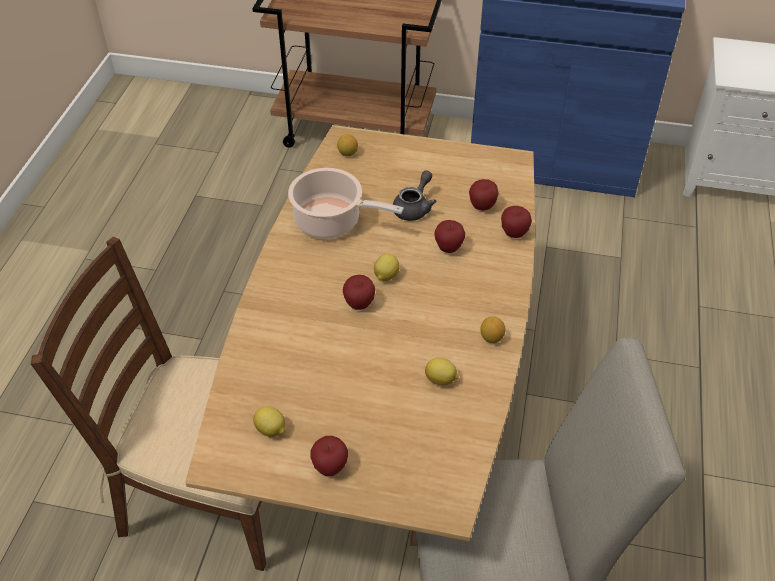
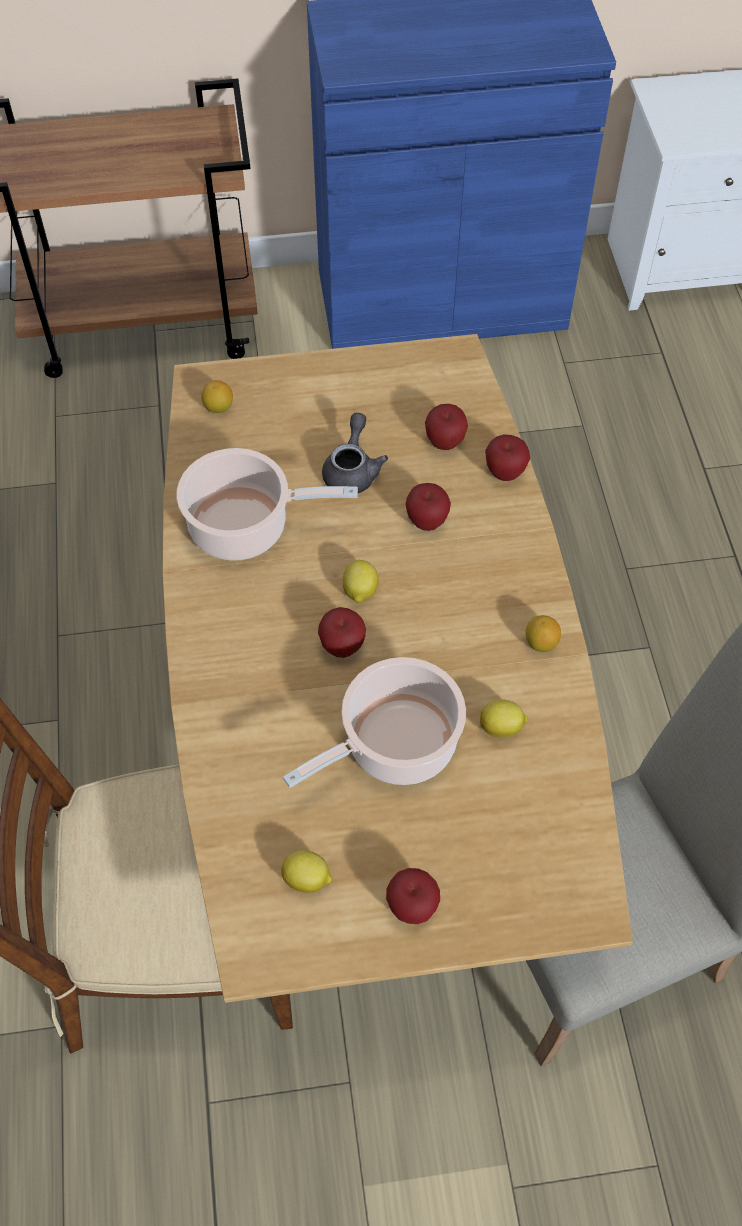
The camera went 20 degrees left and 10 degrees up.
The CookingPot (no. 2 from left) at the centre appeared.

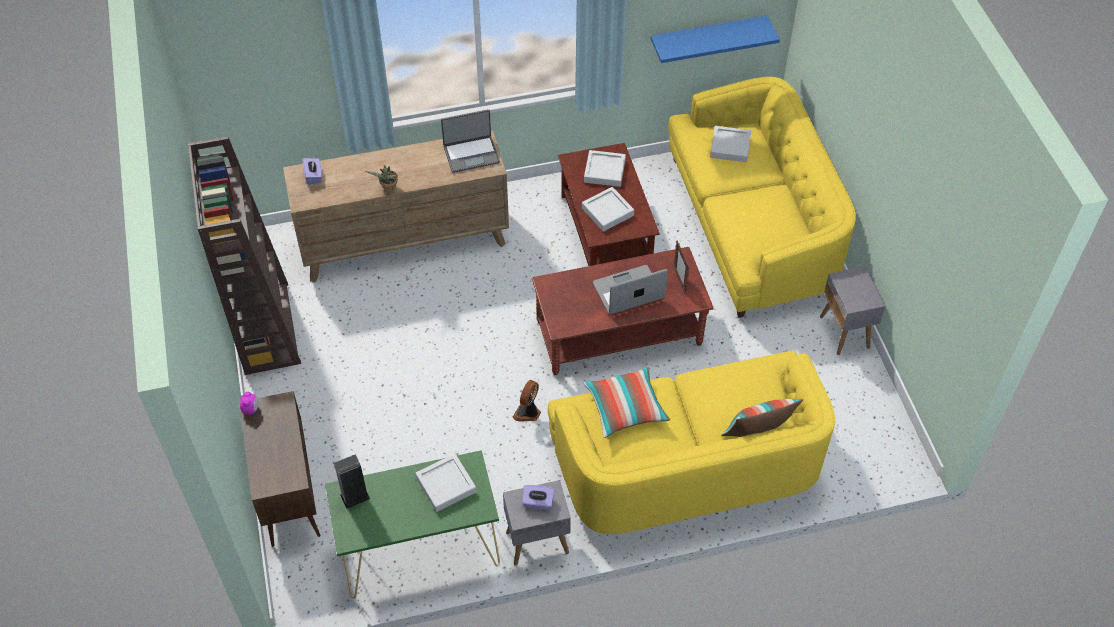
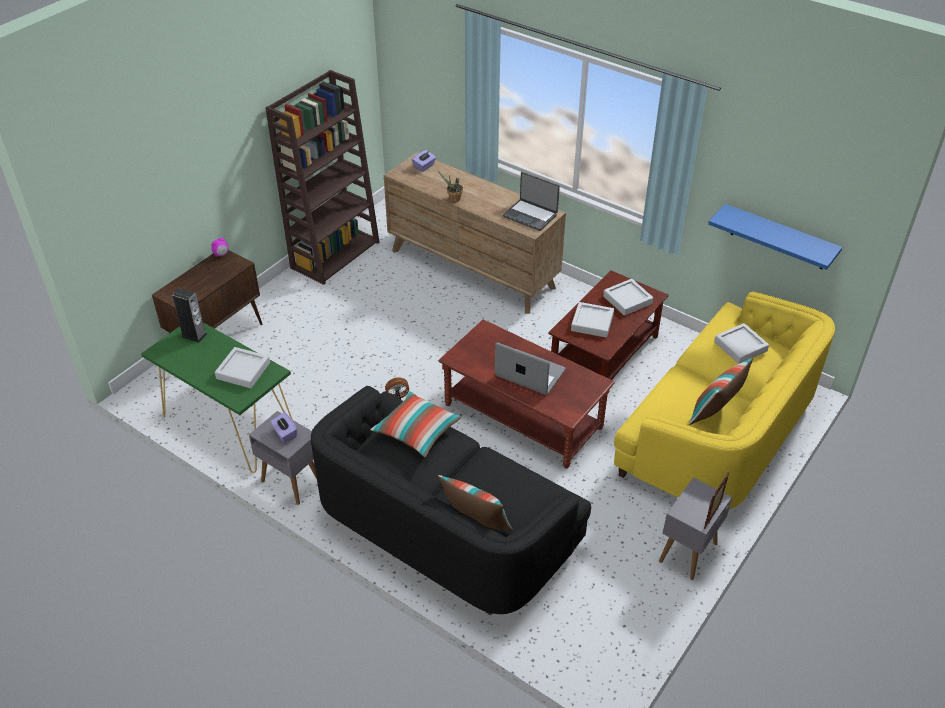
The camera went 50 degrees right and 10 degrees down.
The Pillow (no. 3 from left) at the middle right appeared.
The PictureFrame moved from the centre to the bottom right.
The YellowSofa (no. 1 from left) at the bottom centre became the BlackSofa at the bottom centre.

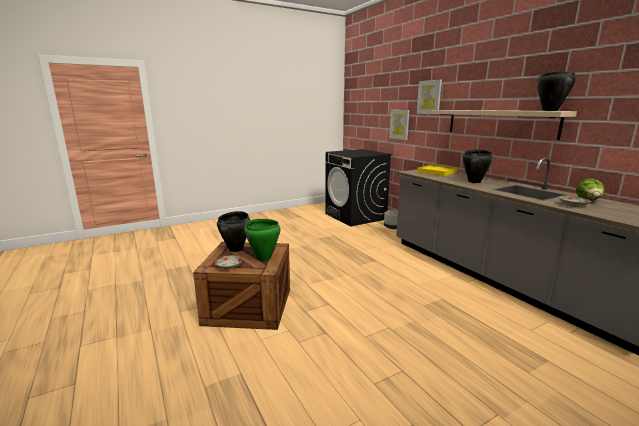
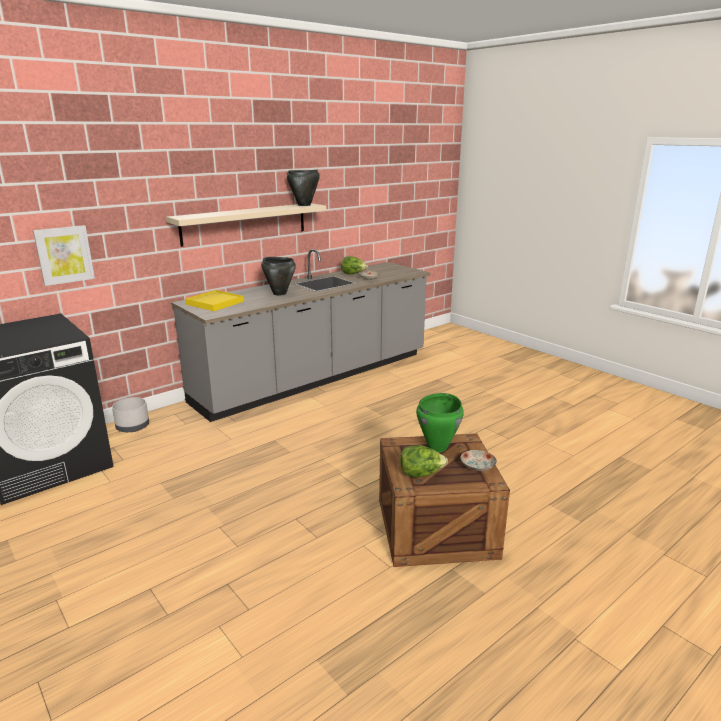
The camera went 100 degrees left and 5 degrees up.
The Picture (no. 2 from left) at the top right disappeared.
The BlackCookingPot (no. 1 from left) at the centre was replaced by the Lettuce (no. 2 from left) at the centre.

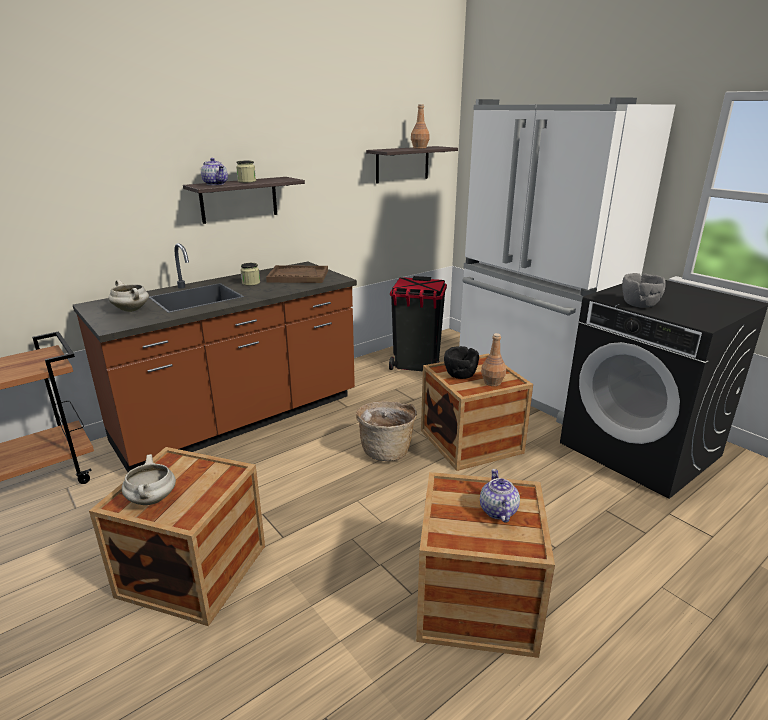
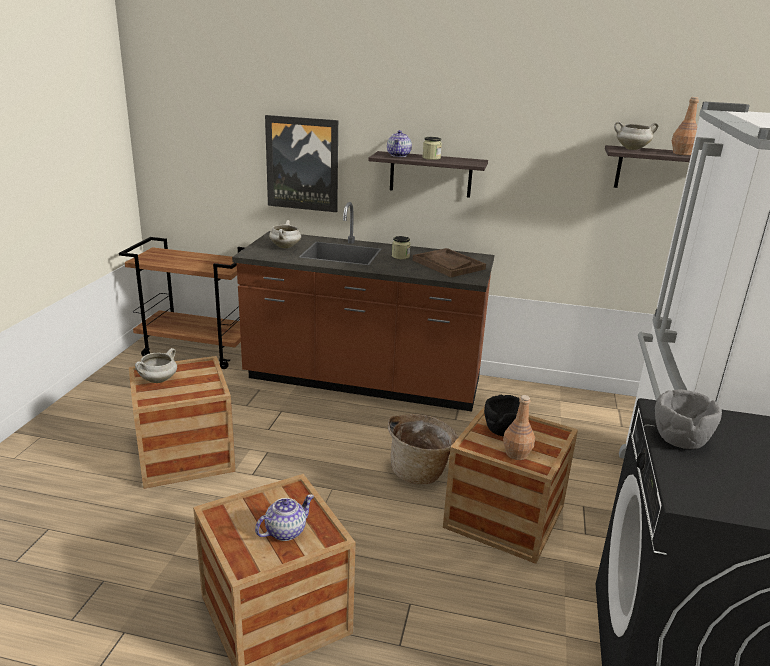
The camera went 50 degrees right and 0 degrees up.
The BlackTrashCan at the centre disappeared.
The Picture at the top centre appeared.
The WhiteCookingPot (no. 3 from left) at the top right appeared.

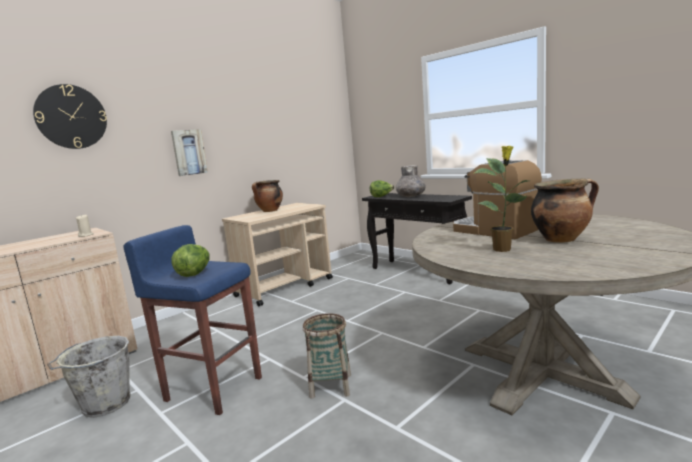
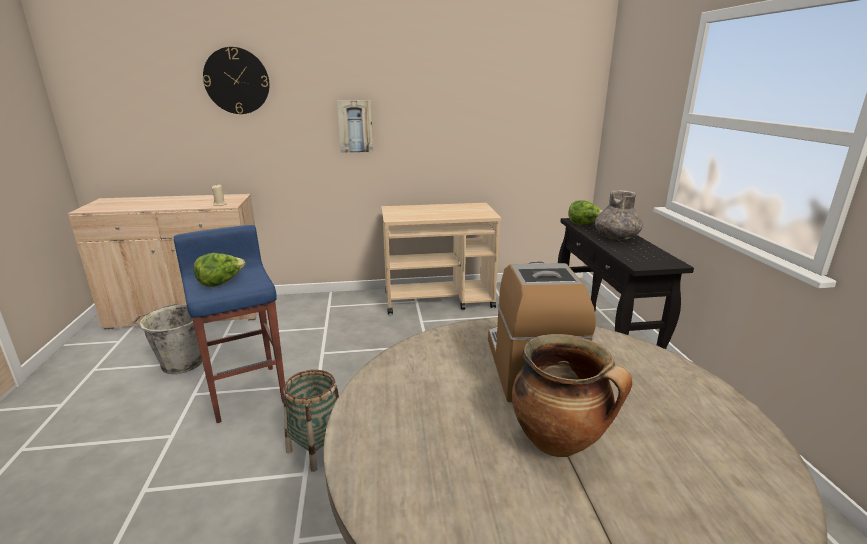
The camera went 35 degrees right and 10 degrees up.
The CookingPot (no. 1 from left) at the centre disappeared.
The PottedPlant at the middle right disappeared.

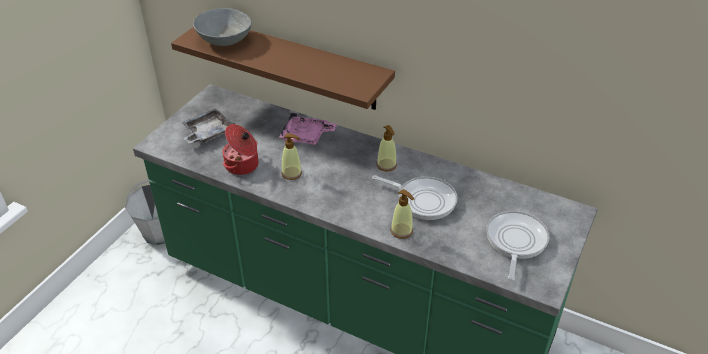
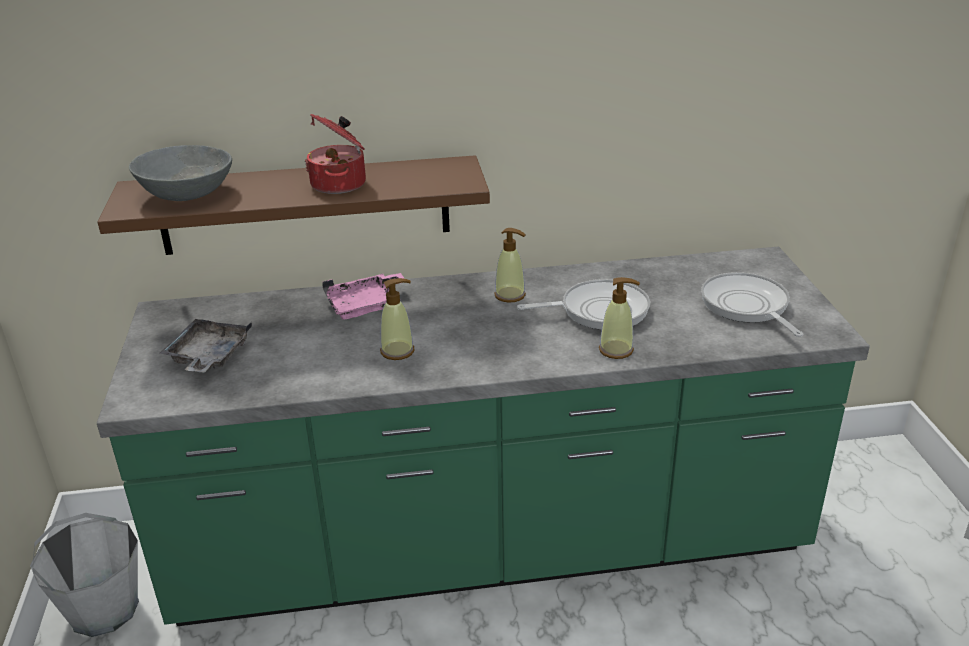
The camera went 35 degrees left and 10 degrees down.
The CookingPot moved from the centre to the top centre.

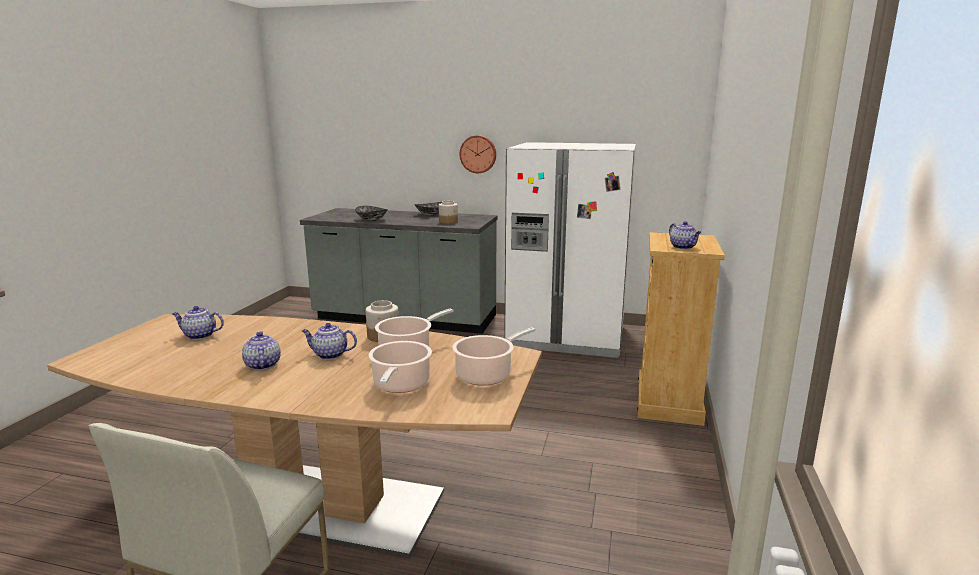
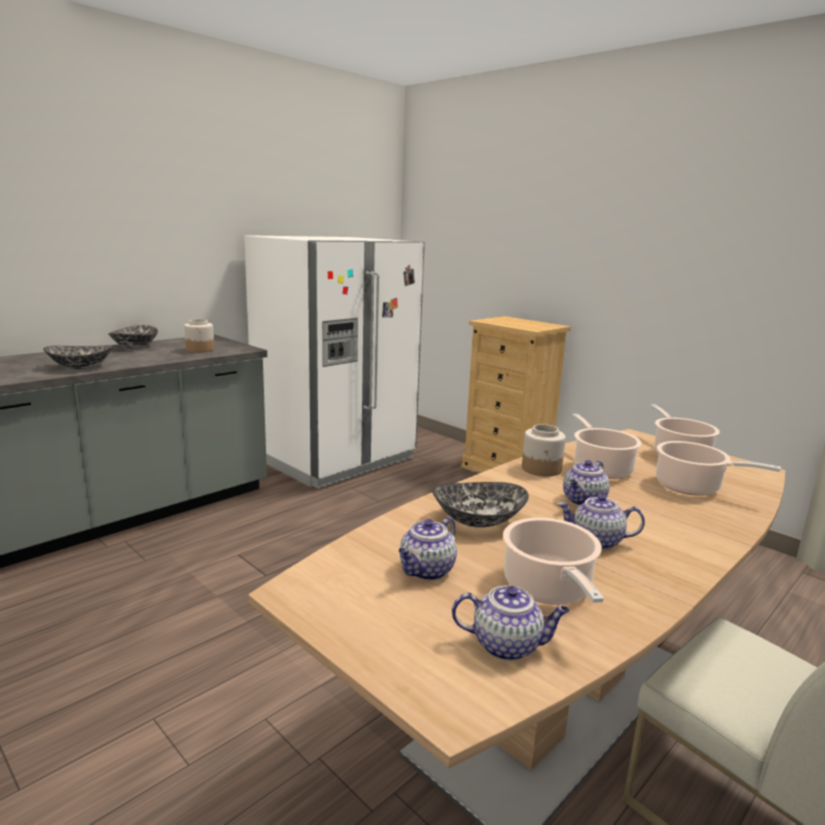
The camera went 60 degrees left and 0 degrees up.
The WallClock at the top centre disappeared.
The Bowl (no. 3 from left) at the centre appeared.
The CookingPot (no. 1 from left) at the bottom right appeared.
The Teapot (no. 4 from left in the first image) moved from the middle right to the bottom centre.

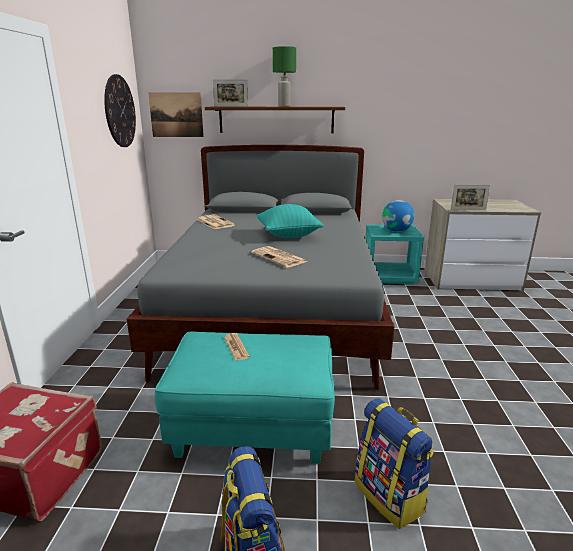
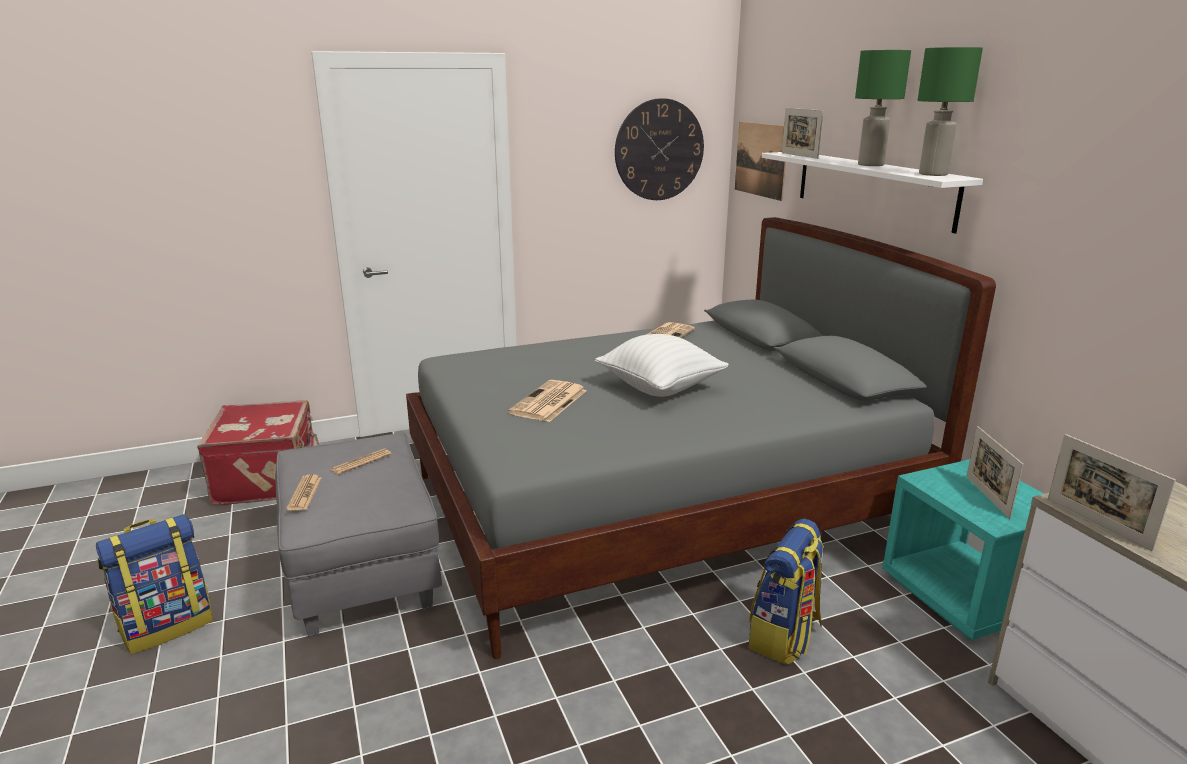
The camera went 65 degrees right and 0 degrees up.
The Newspaper (no. 1 from left) at the middle left appeared.
The GreenTableLamp (no. 2 from left) at the top right appeared.
The Backpack (no. 2 from left) moved from the bottom right to the bottom centre.
The Globe at the middle right was replaced by the PictureFrame (no. 2 from left) at the middle right.
The TurquoiseOttoman at the bottom centre became the GreyOttoman at the bottom left.
The BrownShelf at the top centre became the WhiteShelf at the top right.
The TurquoisePillow at the centre became the WhitePillow at the centre.

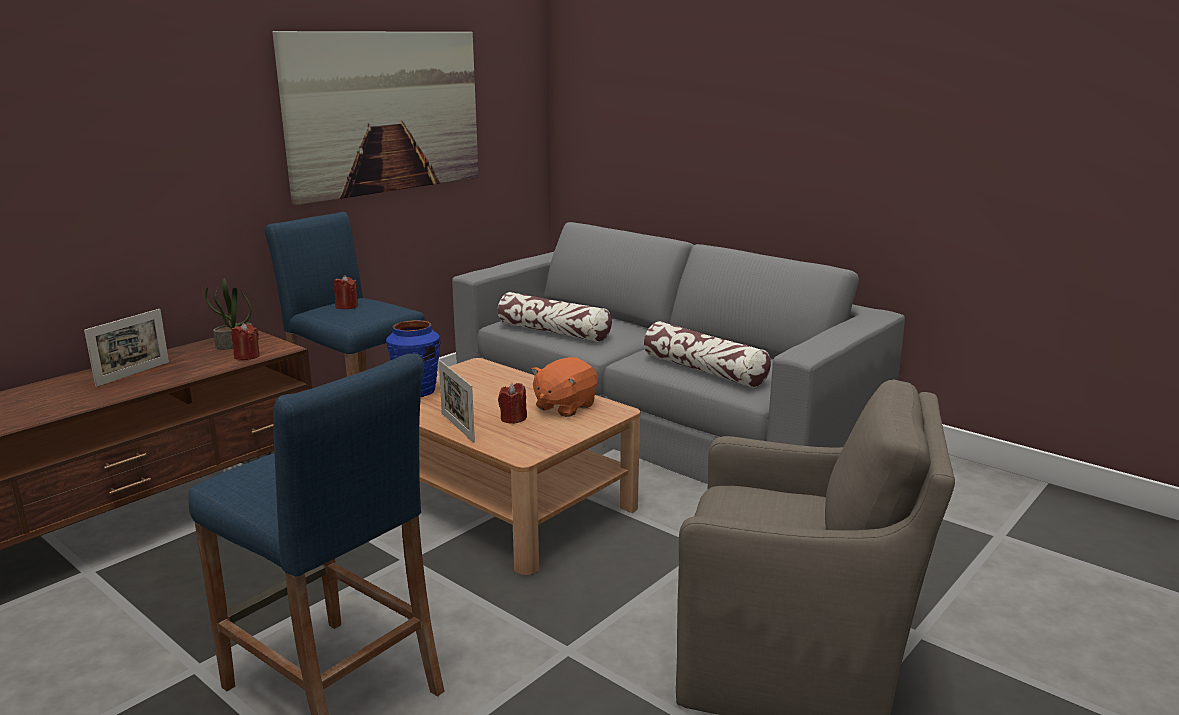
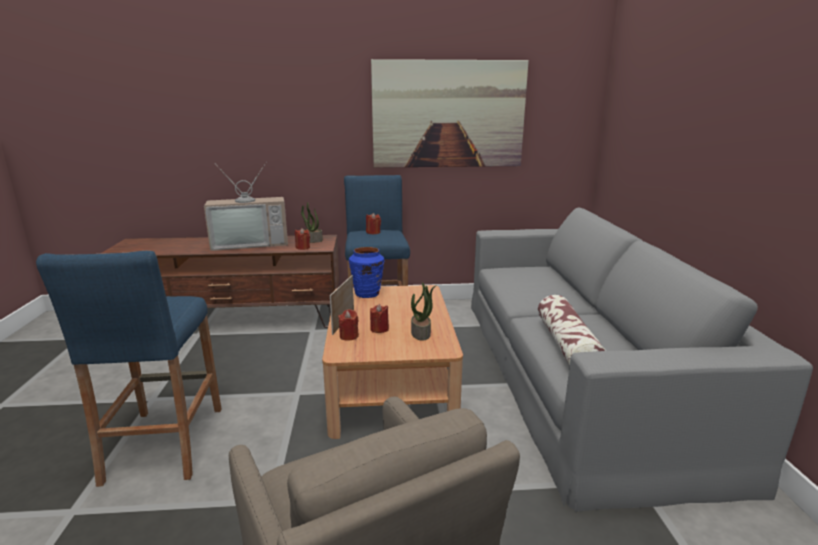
The camera went 45 degrees right and 0 degrees up.
The Pillow (no. 1 from left) at the centre disappeared.
The RedCandle (no. 2 from left) at the centre appeared.
The PictureFrame (no. 1 from left) at the middle left was replaced by the Television at the middle left.
The OrangePlushToy at the centre was replaced by the PottedPlant (no. 2 from left) at the centre.

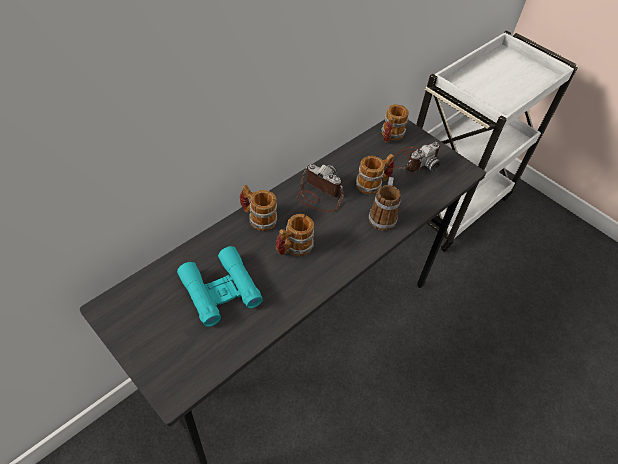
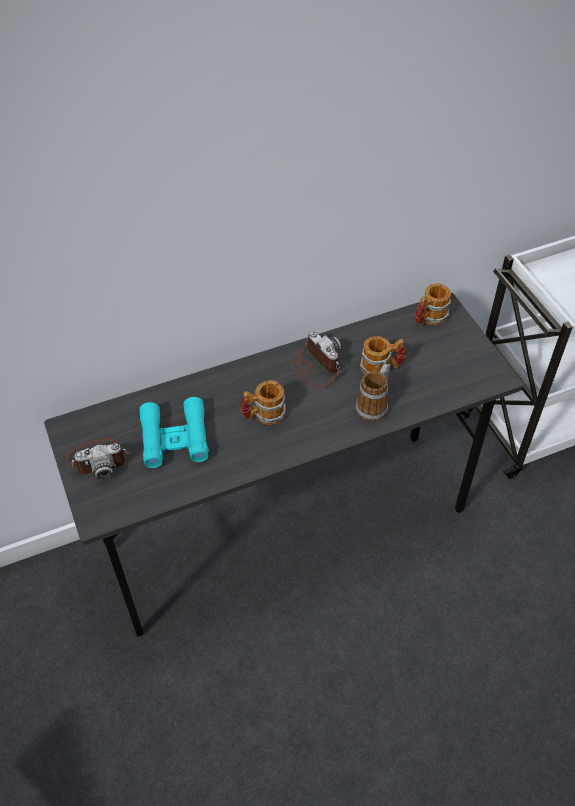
The camera went 25 degrees right and 0 degrees up.
The Mug (no. 1 from left) at the centre disappeared.
The PhotoCamera (no. 2 from left in the first image) moved from the middle right to the middle left.

